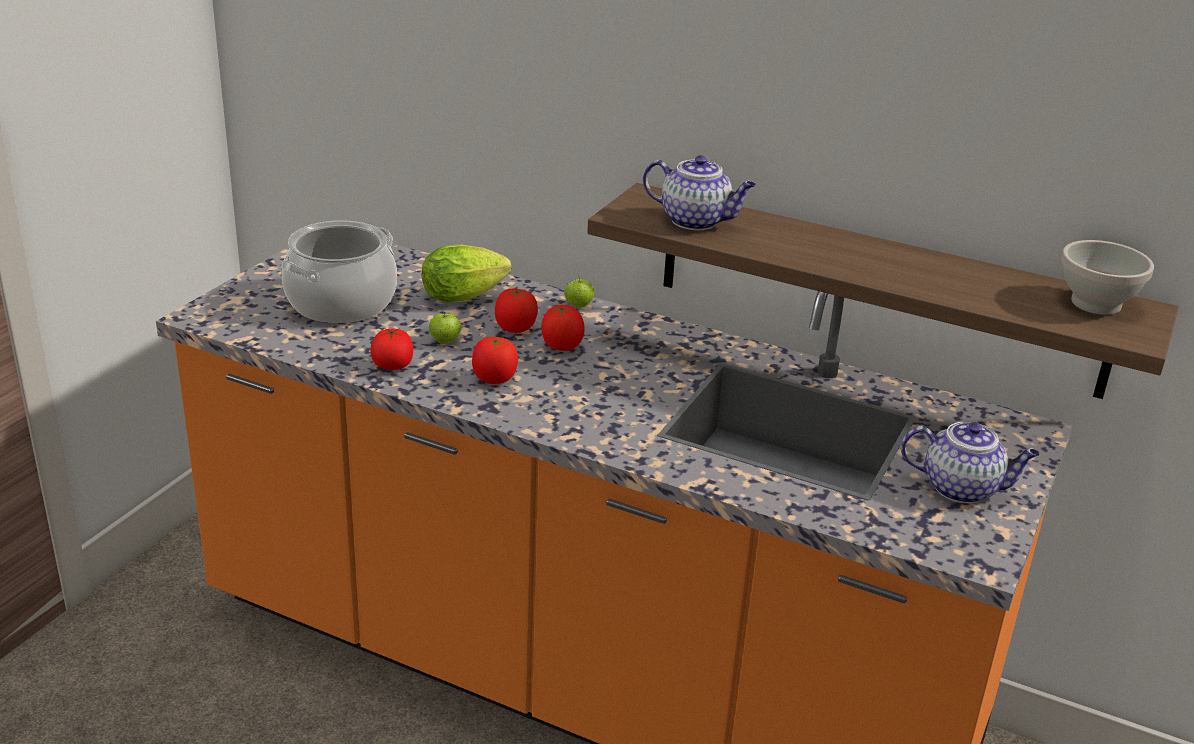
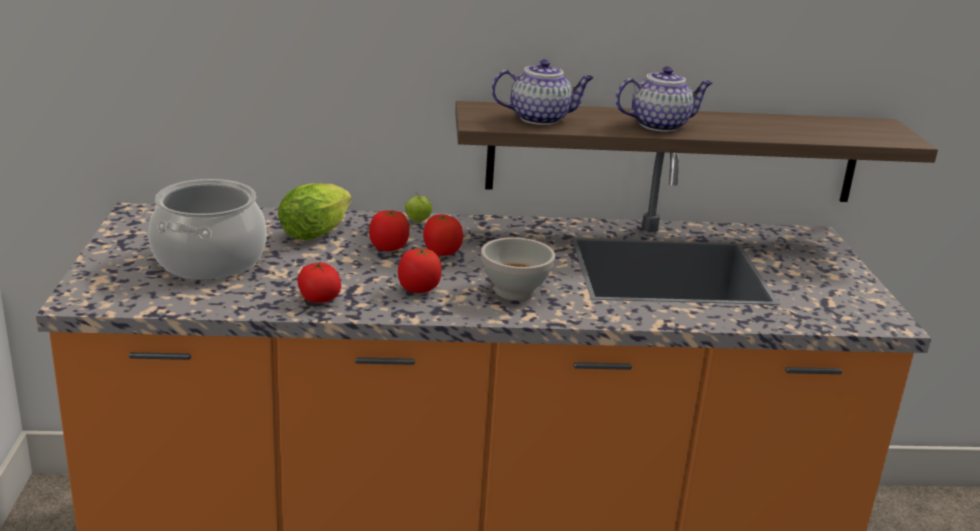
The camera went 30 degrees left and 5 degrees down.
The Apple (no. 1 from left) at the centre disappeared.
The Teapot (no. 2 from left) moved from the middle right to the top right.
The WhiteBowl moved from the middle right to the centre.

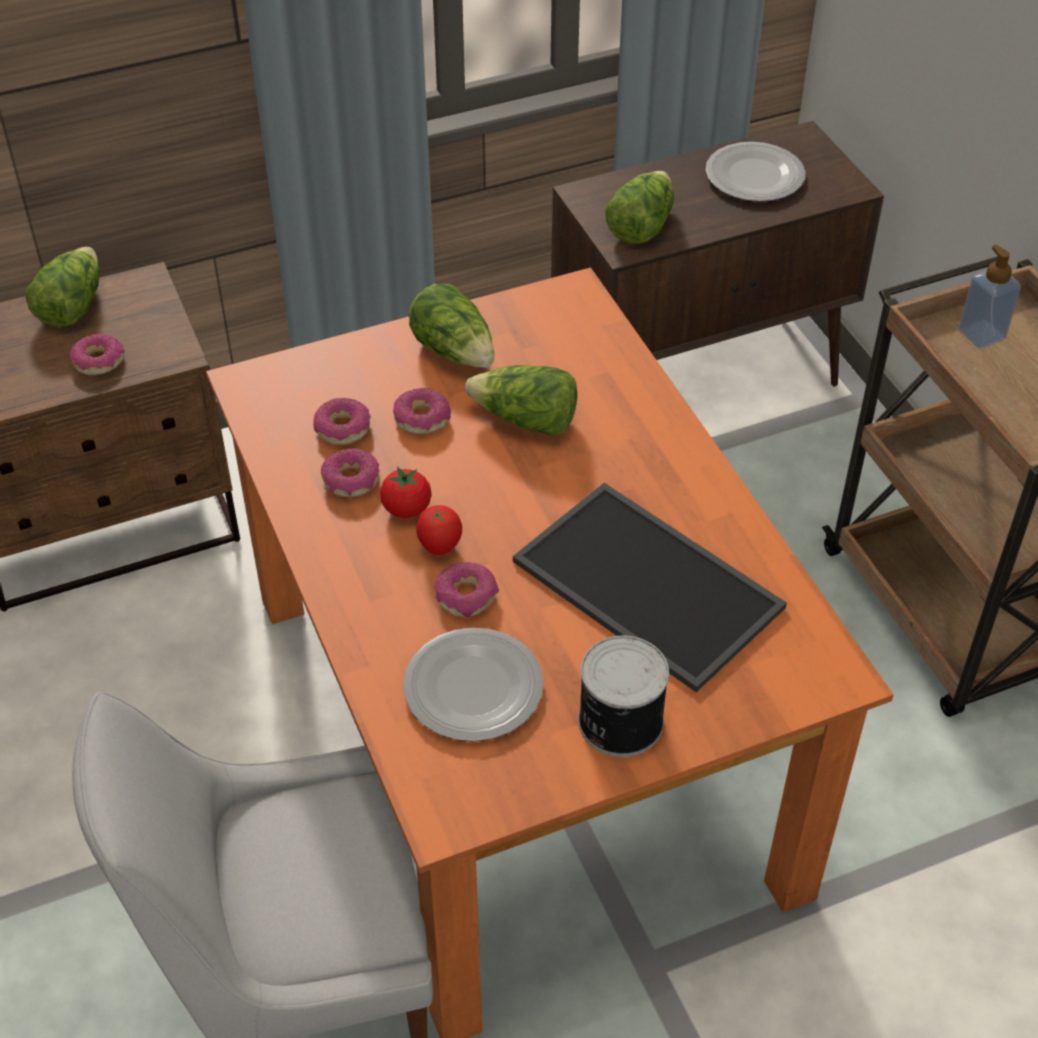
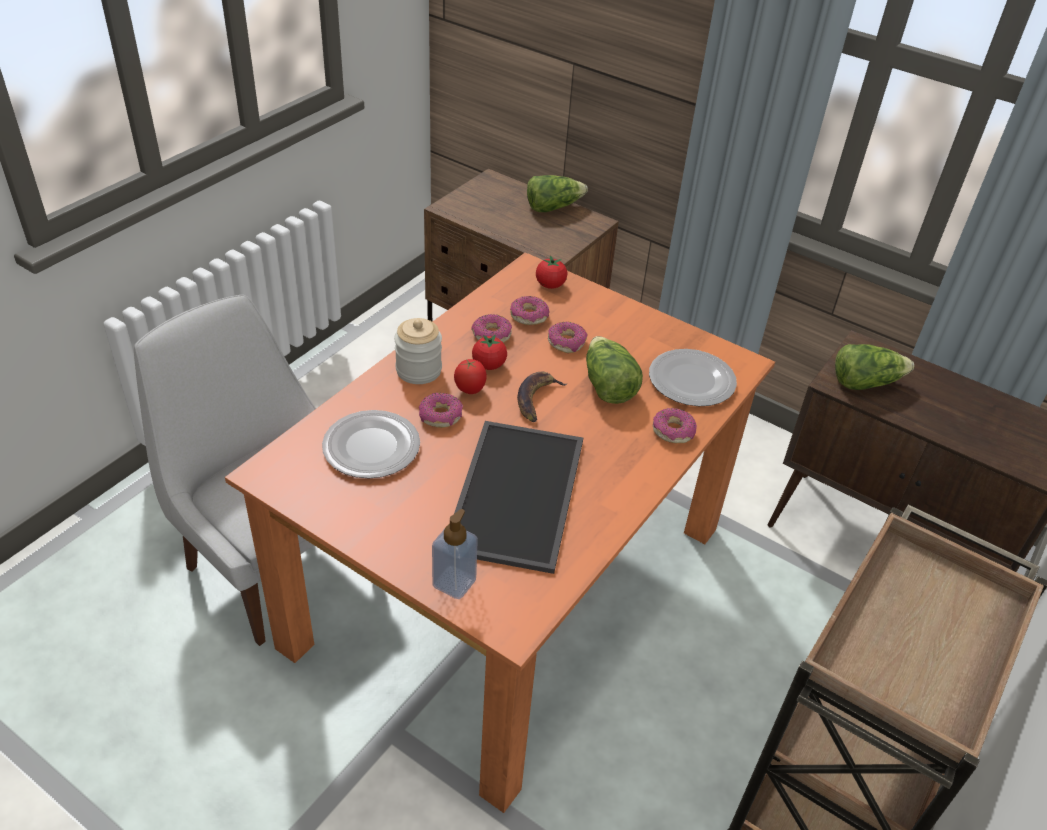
The camera went 55 degrees right and 5 degrees down.
The Lettuce (no. 2 from left) at the top centre disappeared.
The Can at the bottom centre disappeared.
The Jar at the centre appeared.
The Banana at the centre appeared.
The Tomato (no. 3 from left) at the top centre appeared.
The Donut (no. 1 from left in the first image) moved from the middle left to the centre.
The Plate (no. 2 from left) moved from the top right to the centre.
The SoapDispenser moved from the top right to the bottom centre.

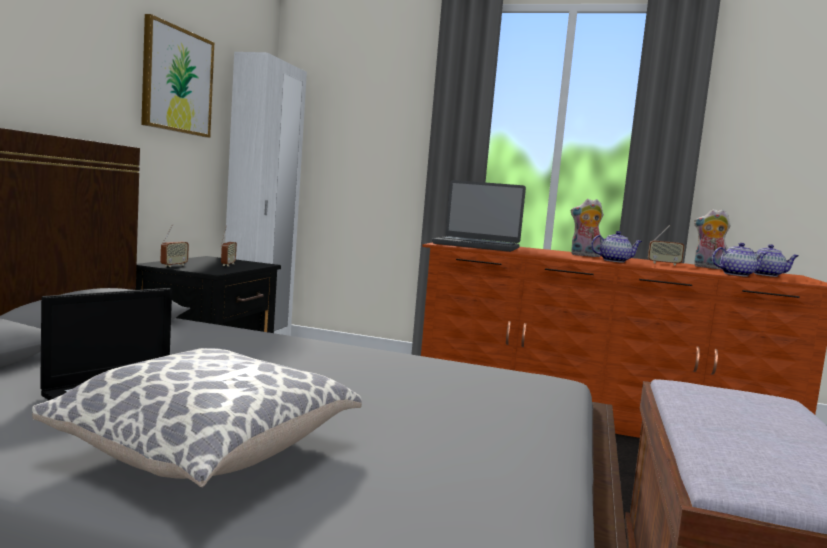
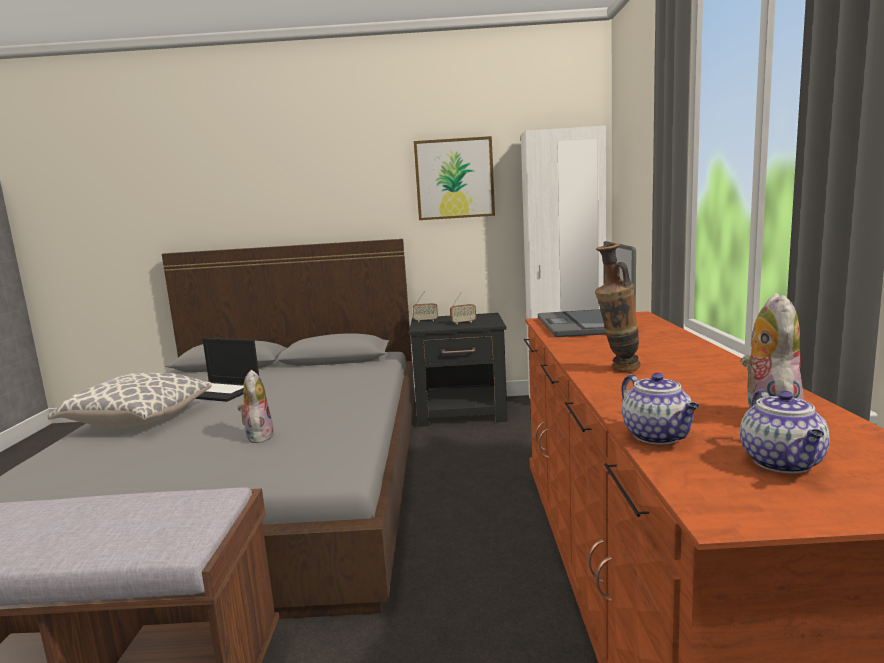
The camera went 75 degrees right and 5 degrees up.
The Radio (no. 3 from left) at the middle right disappeared.
The PlushToy (no. 1 from left) moved from the middle right to the middle left.
The Teapot (no. 1 from left) at the middle right was replaced by the Vase at the middle right.

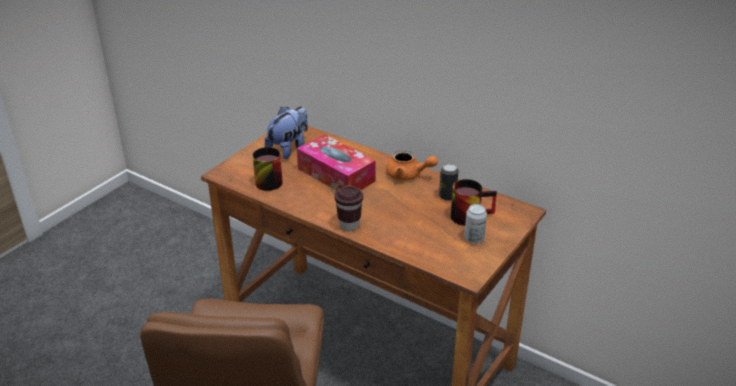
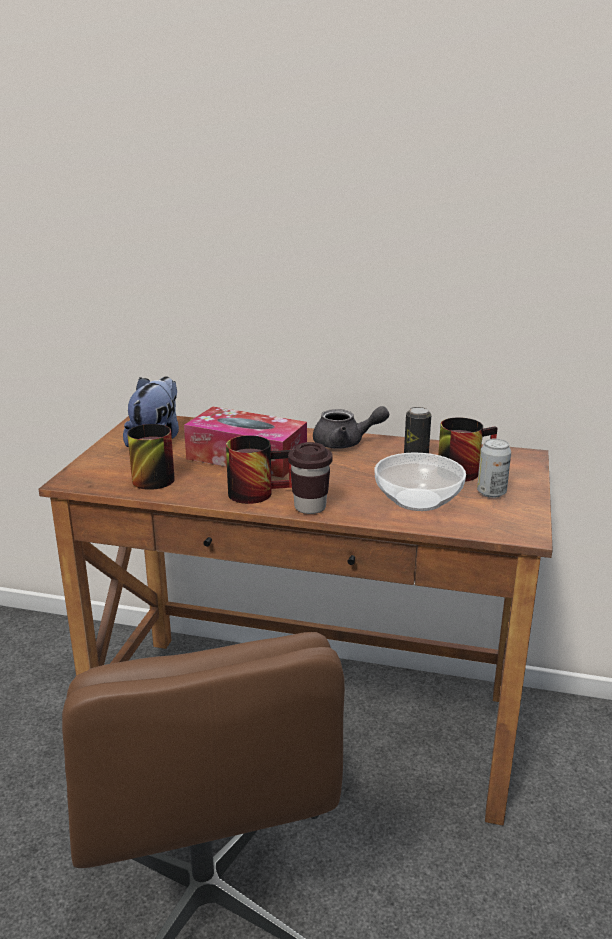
The camera went 20 degrees left and 10 degrees down.
The Mug (no. 2 from left) at the centre appeared.
The Bowl at the middle right appeared.
The OrangeTeapot at the centre became the GreyTeapot at the centre.

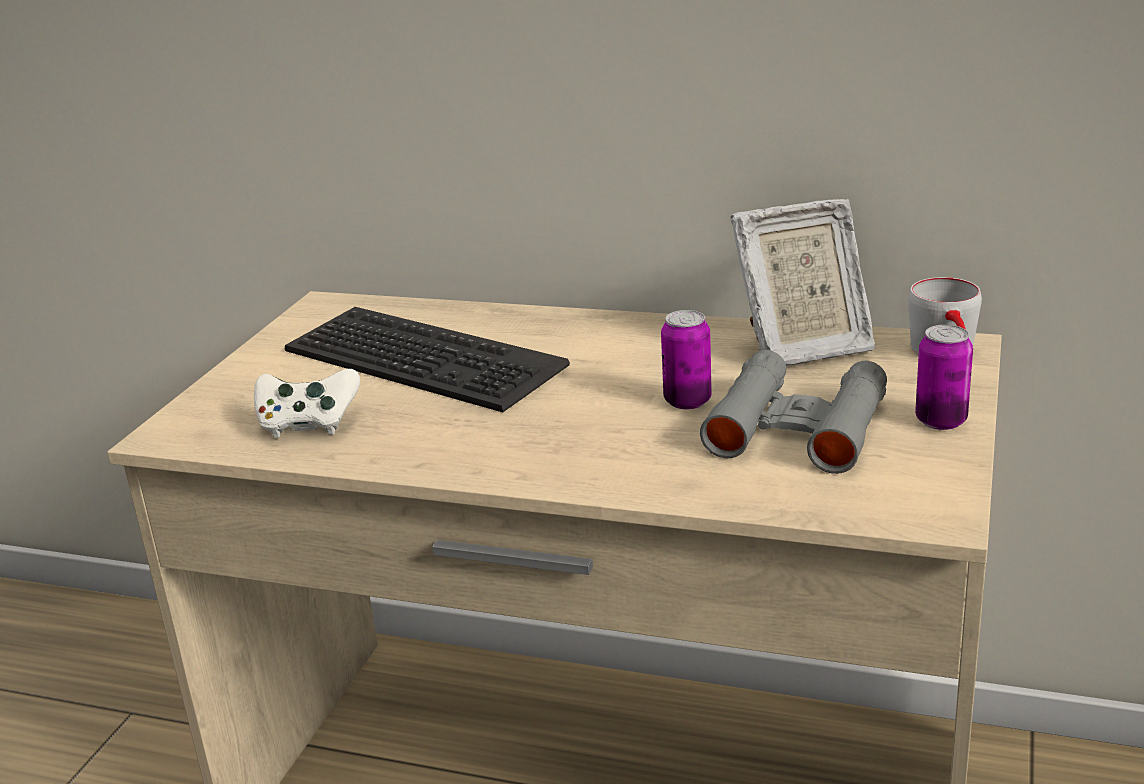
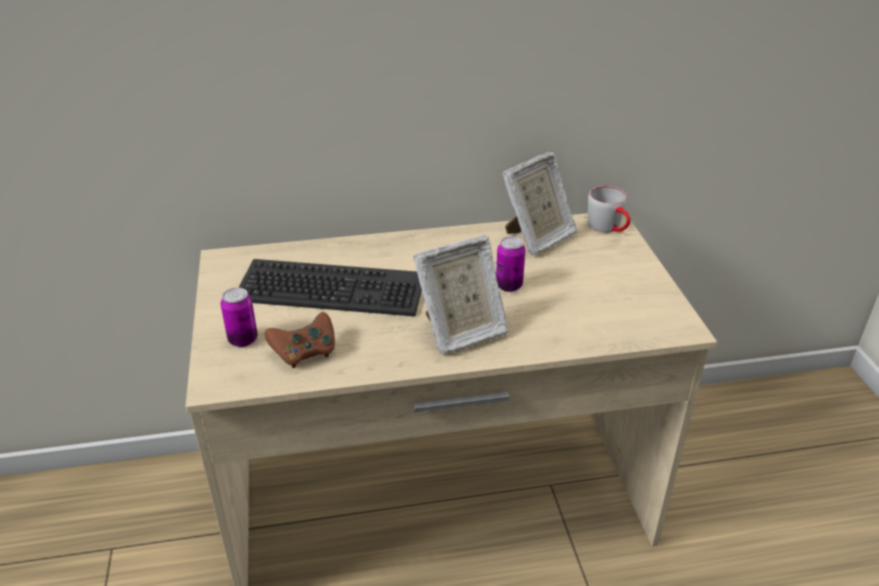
The camera went 30 degrees left and 10 degrees up.
The GreyBinoculars at the middle right disappeared.
The PictureFrame (no. 1 from left) at the centre appeared.
The Can (no. 2 from left in the first image) moved from the middle right to the middle left.
The WhiteGameController at the middle left became the BrownGameController at the centre.

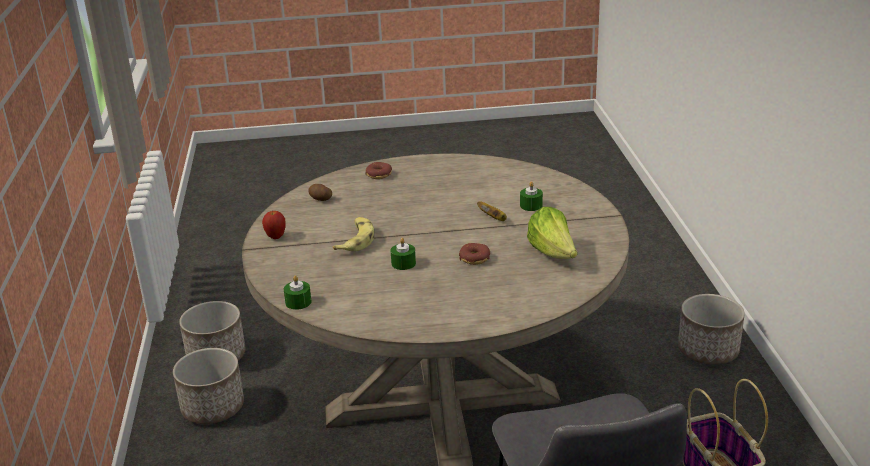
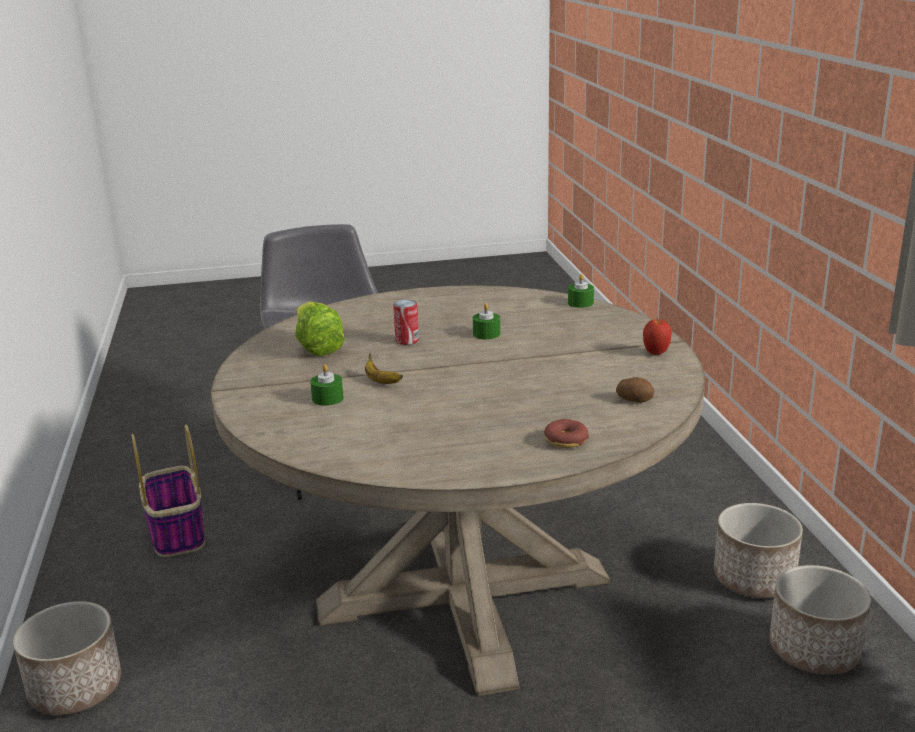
The camera went 175 degrees right and 5 degrees down.
The Banana (no. 1 from left) at the centre disappeared.
The Donut (no. 2 from left) at the centre was replaced by the Can at the centre.

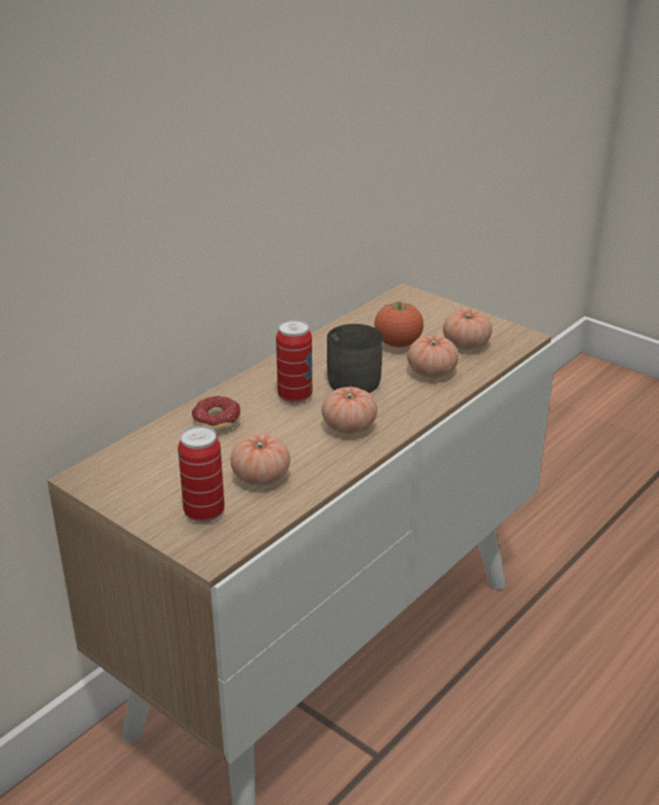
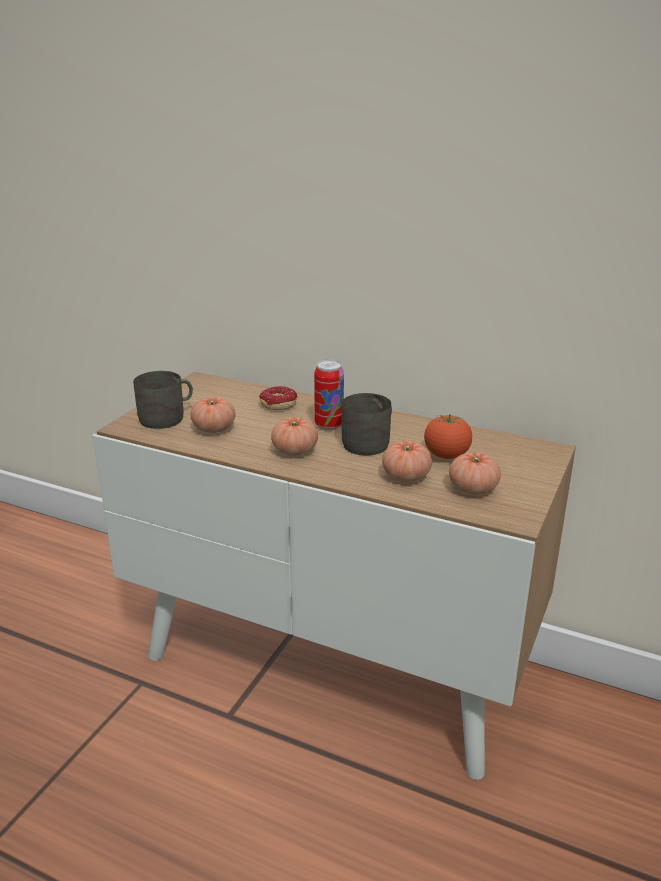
The camera went 75 degrees right and 5 degrees down.
The Can (no. 1 from left) at the middle left was replaced by the GreyMug (no. 1 from left) at the middle left.

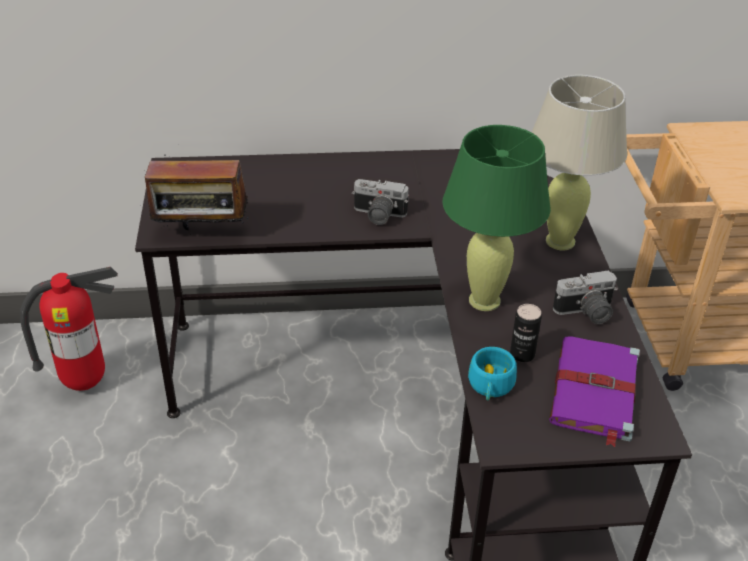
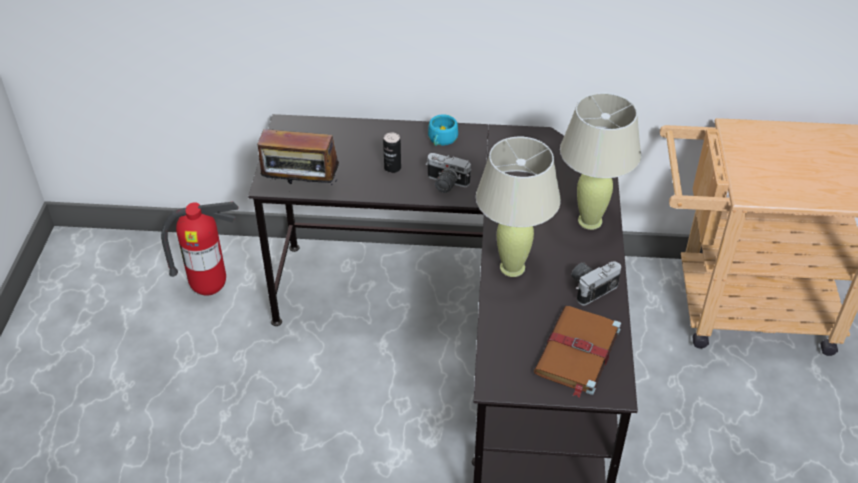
The camera went 10 degrees right and 5 degrees up.
The TurquoiseCup moved from the centre to the top centre.
The Can moved from the middle right to the top centre.
The GreenTableLamp at the centre became the BeigeTableLamp (no. 1 from left) at the centre.
The PurpleBook at the bottom right became the BrownBook at the bottom right.
The PhotoCamera (no. 2 from left) at the middle right turned 150 degrees clockwise.

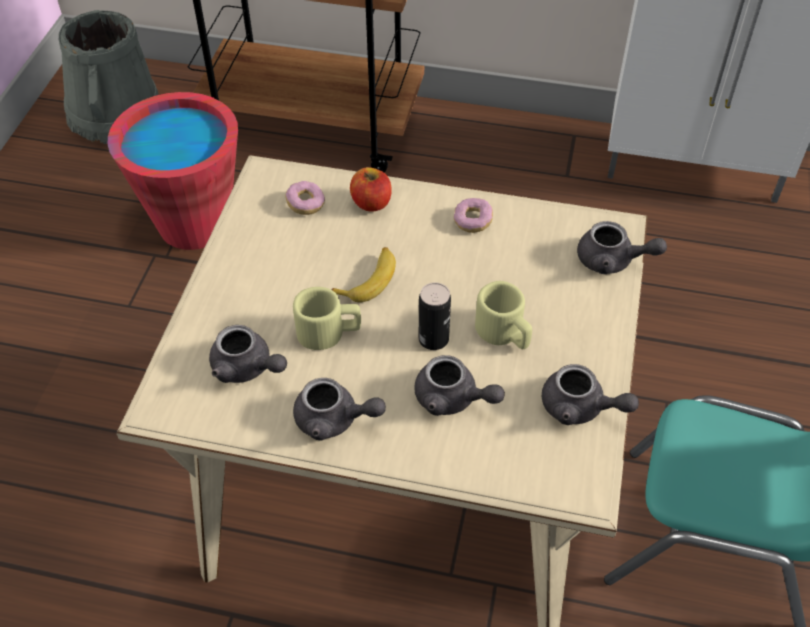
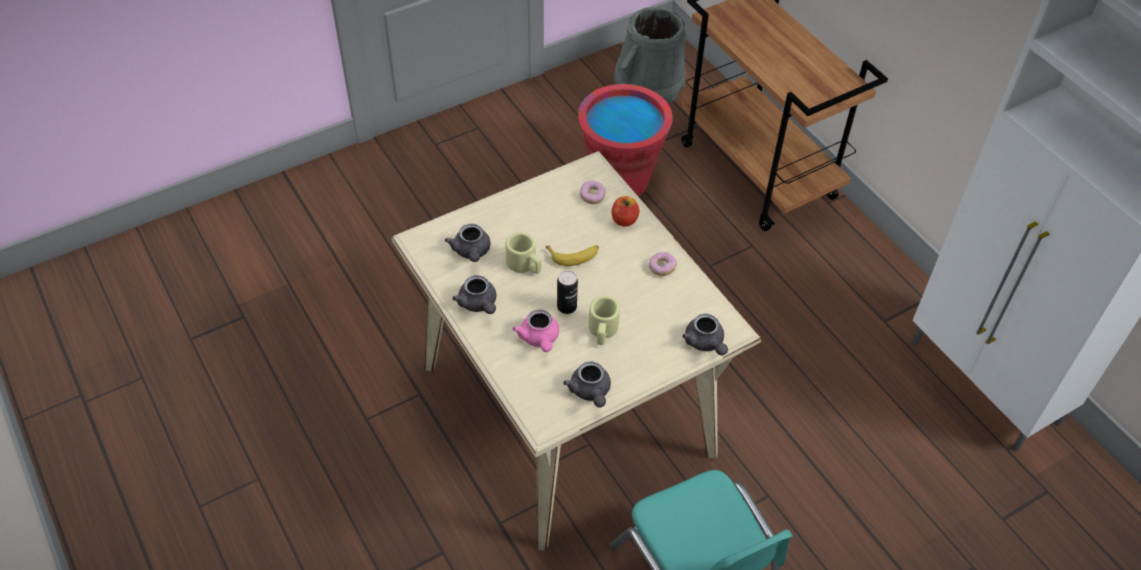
The camera went 45 degrees right and 0 degrees up.
The GreyTeapot (no. 3 from left) at the centre became the PinkTeapot at the centre.

